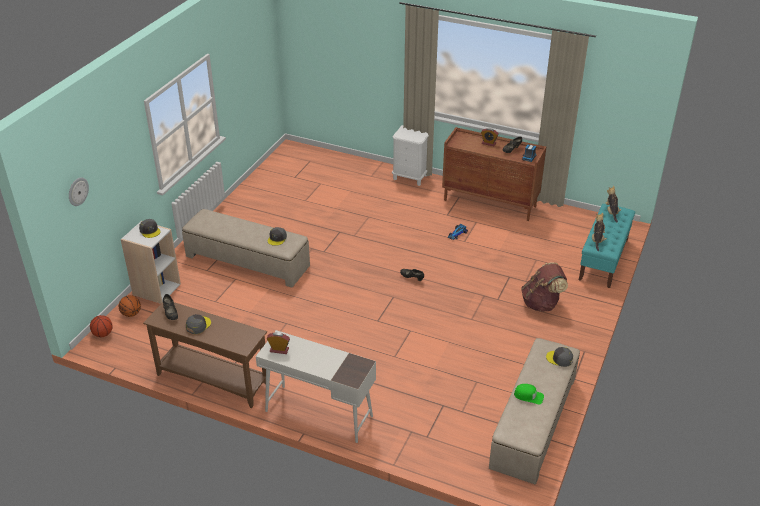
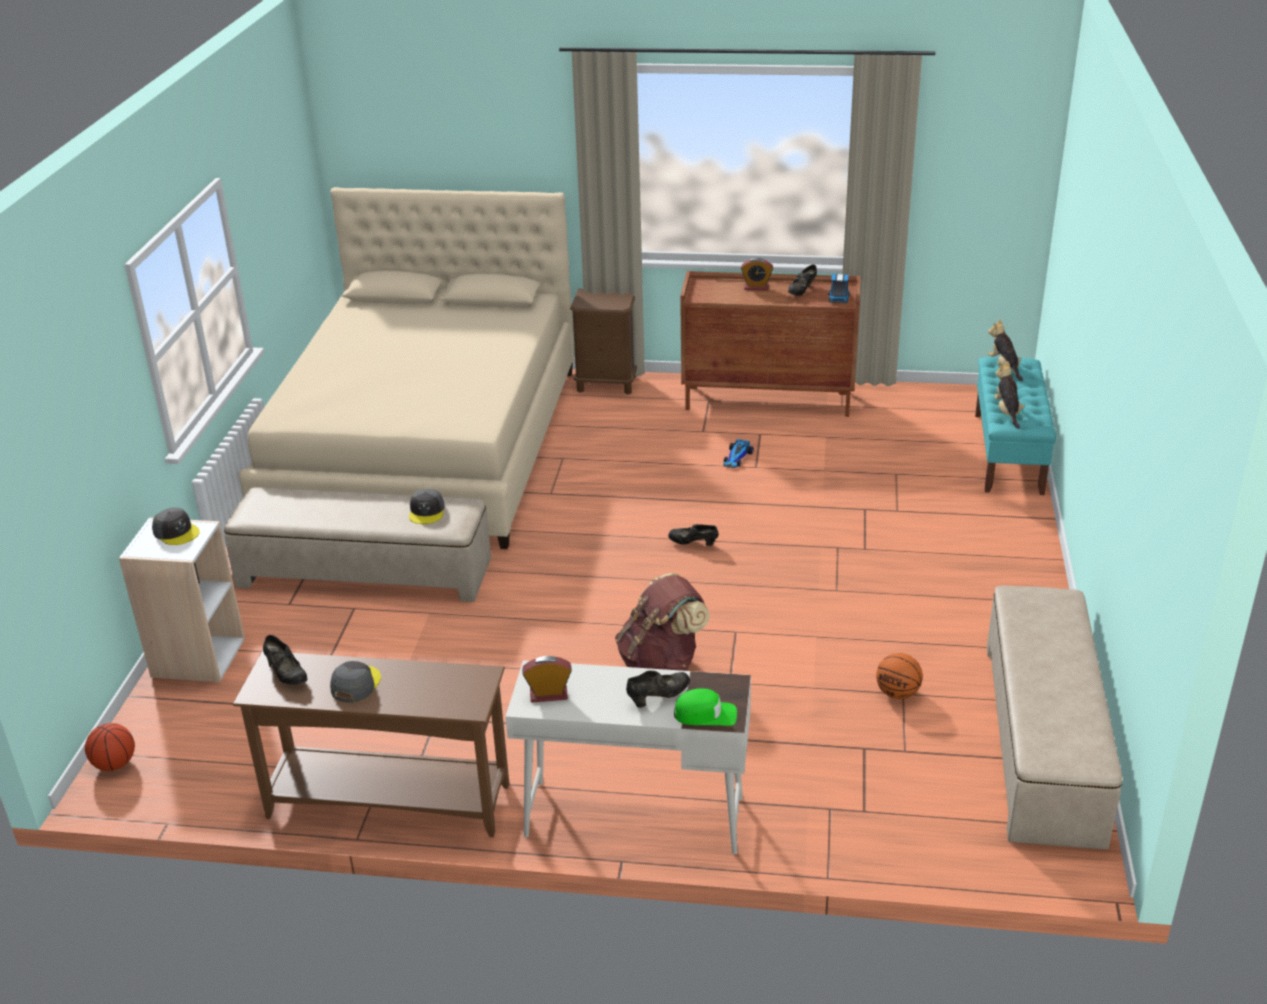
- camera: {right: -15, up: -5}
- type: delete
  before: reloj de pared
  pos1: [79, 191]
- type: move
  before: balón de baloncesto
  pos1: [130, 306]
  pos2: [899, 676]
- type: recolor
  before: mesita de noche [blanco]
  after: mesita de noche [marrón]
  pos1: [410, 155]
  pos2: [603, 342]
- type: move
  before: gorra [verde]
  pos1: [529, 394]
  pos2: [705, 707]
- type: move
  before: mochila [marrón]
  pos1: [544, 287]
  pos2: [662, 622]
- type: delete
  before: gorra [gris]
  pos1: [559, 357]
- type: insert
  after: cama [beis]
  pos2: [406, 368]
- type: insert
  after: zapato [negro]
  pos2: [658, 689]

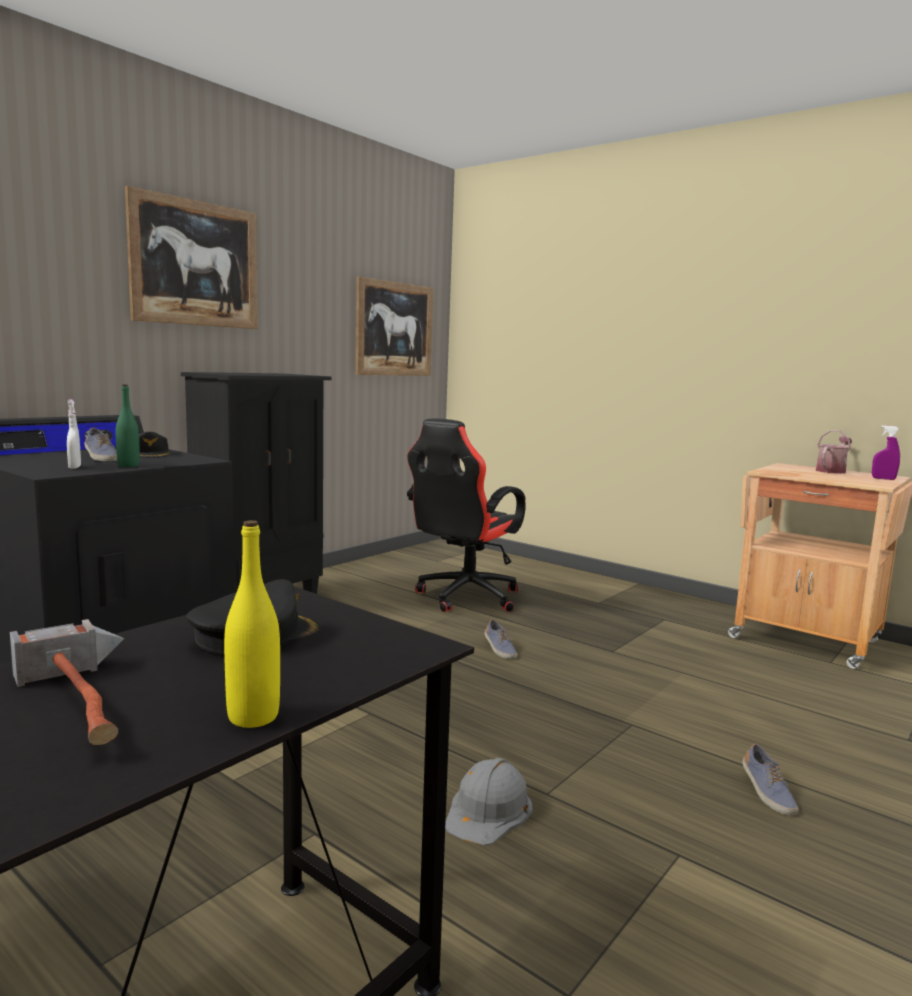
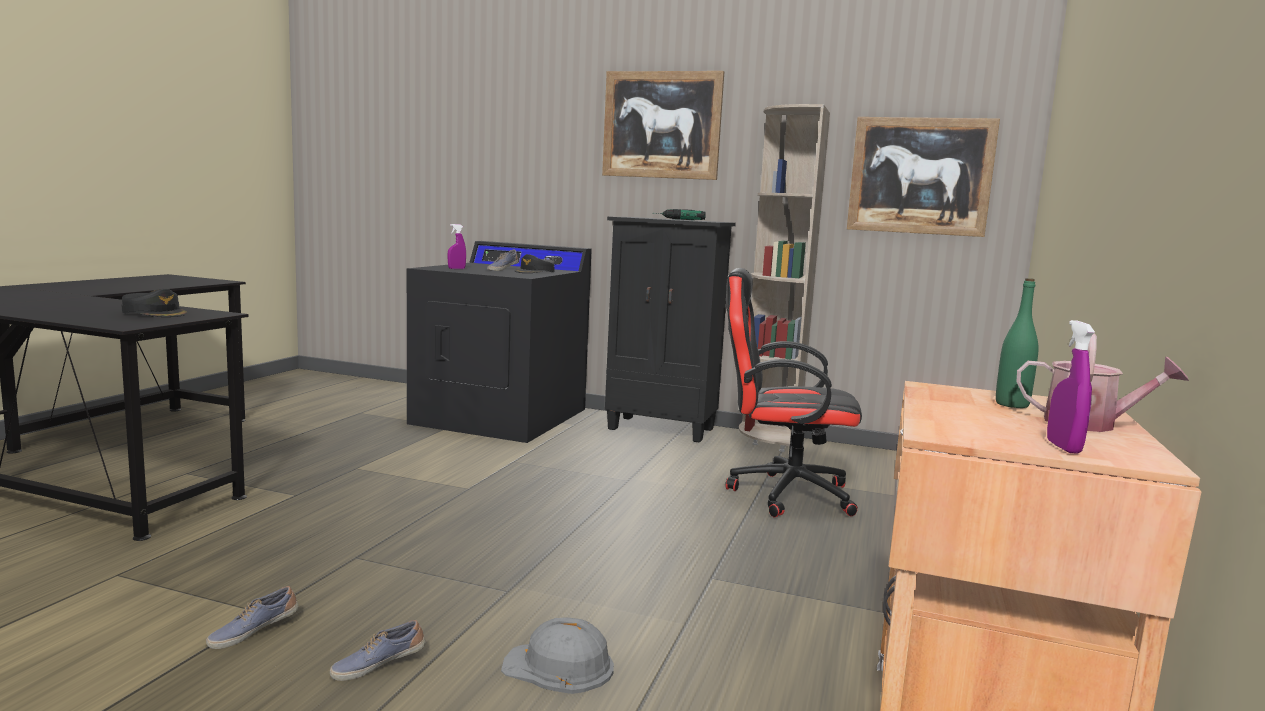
- camera: {right: 70, up: 0}
- type: delete
  before: martillo
  pos1: [67, 682]
- type: recolor
  before: pulverizador [blanco]
  after: pulverizador [morado]
  pos1: [74, 434]
  pos2: [457, 246]
- type: move
  before: botella [verde]
  pos1: [128, 426]
  pos2: [1017, 343]
- type: delete
  before: botella [amarillo]
  pos1: [252, 624]
- type: move
  before: casco [gris]
  pos1: [489, 802]
  pos2: [557, 655]
- type: move
  before: zapato
  pos1: [501, 639]
  pos2: [252, 617]
- type: insert
  after: taladro
  pos2: [680, 214]
- type: insert
  after: estantería [beis]
  pos2: [784, 278]

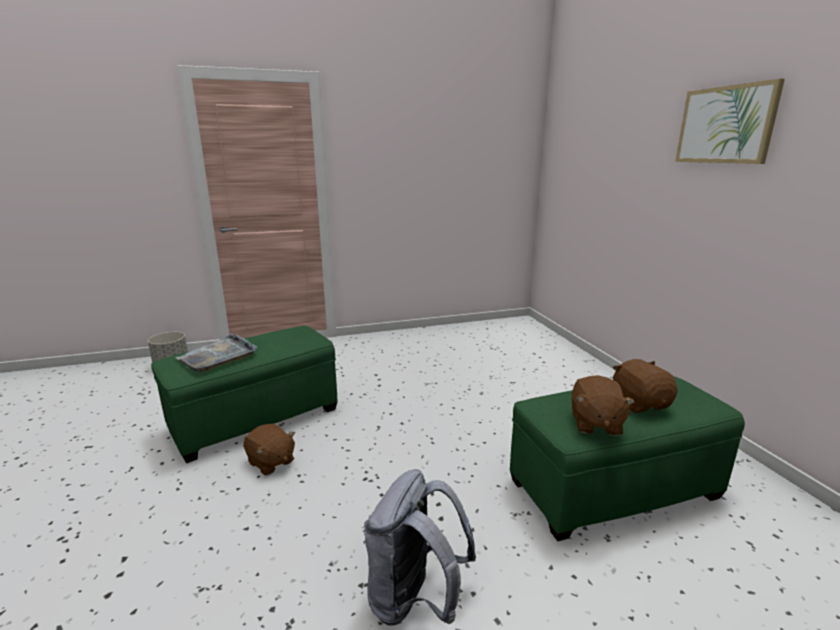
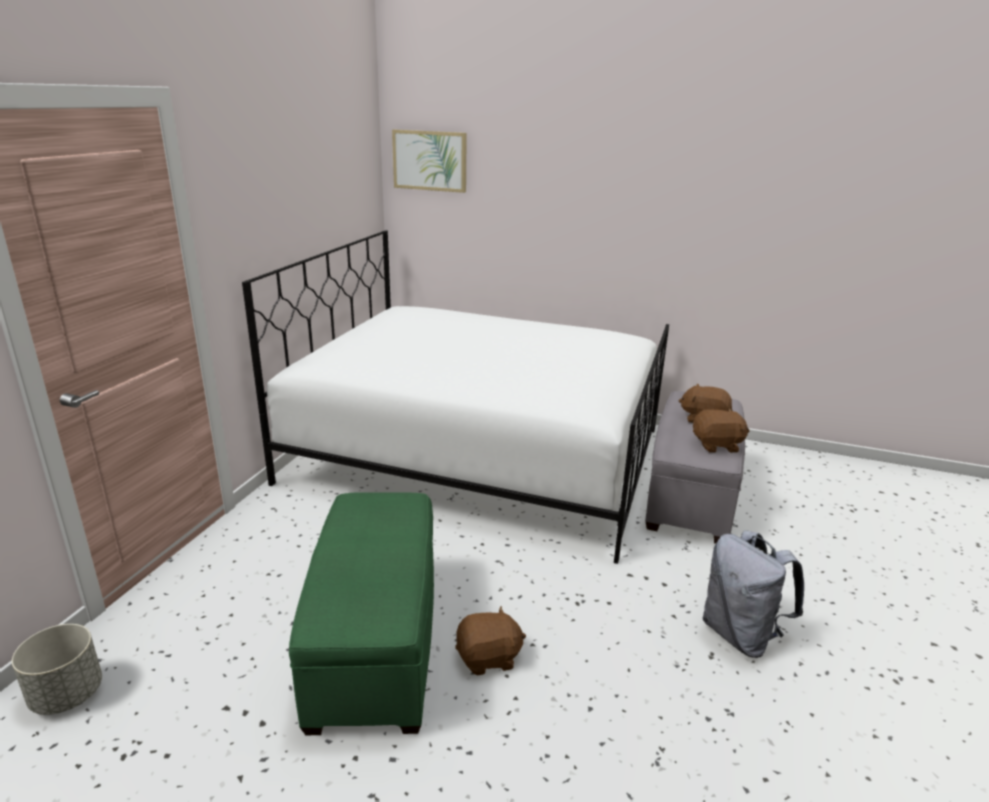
- camera: {right: -55, up: 5}
- type: delete
  before: bandeja [gris]
  pos1: [216, 353]
- type: recolor
  before: puf [verde]
  after: puf [gris]
  pos1: [627, 458]
  pos2: [695, 467]
- type: rotate
  before: peluche [marrón]
  pos1: [603, 405]
  pos2: [721, 430]
  turn: -45
- type: move
  before: cuadro
  pos1: [730, 121]
  pos2: [429, 161]
- type: insert
  after: cama [blanco]
  pos2: [455, 397]

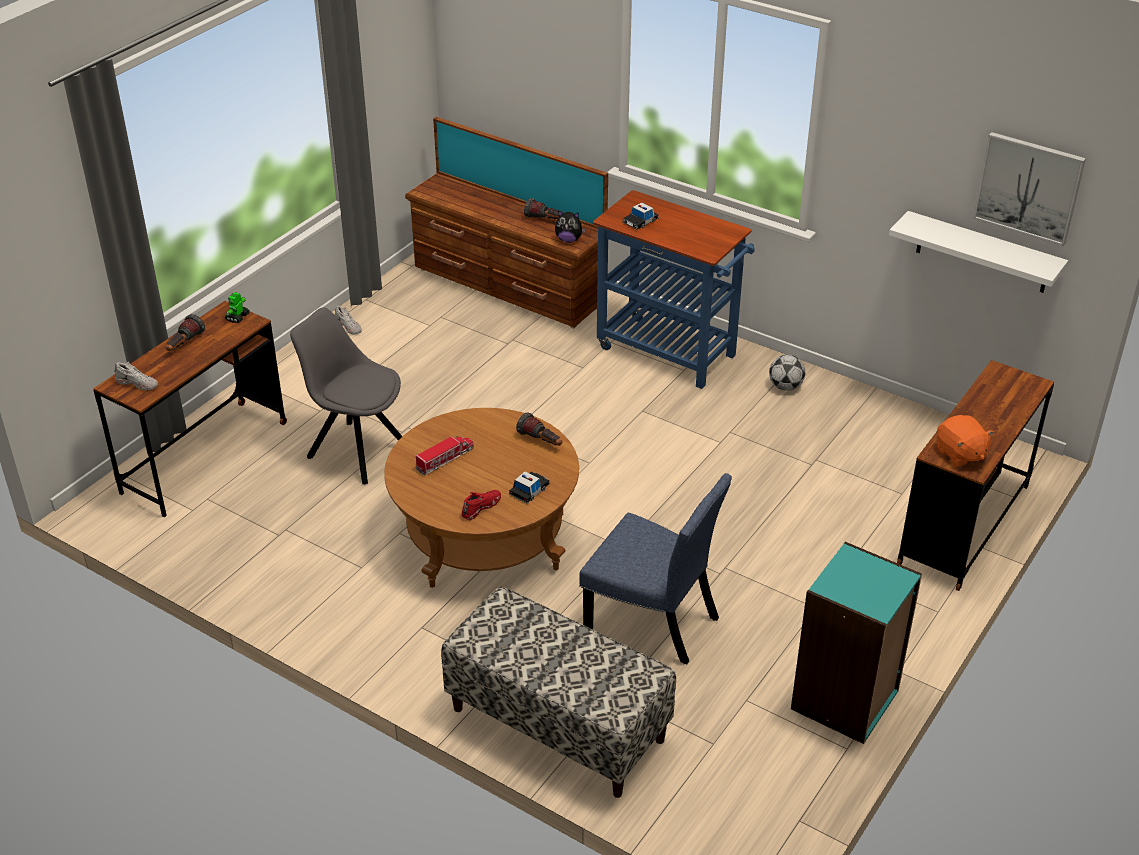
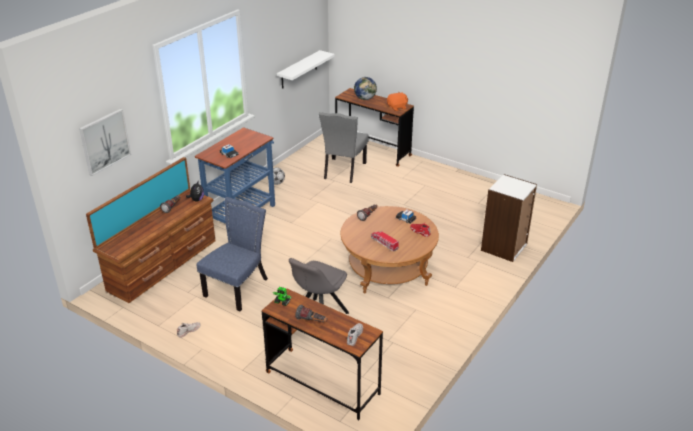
- camera: {right: -90, up: -5}
- type: replace
  before: banco
  after: estantería [blanco]
  pos1: [558, 692]
  pos2: [509, 218]
- type: move
  before: silla [azul]
  pos1: [655, 568]
  pos2: [232, 254]
- type: delete
  before: estantería [turquesa]
  pos1: [856, 643]
- type: move
  before: cuadro
  pos1: [1029, 189]
  pos2: [105, 142]
- type: insert
  after: silla [gris]
  pos2: [344, 147]
- type: insert
  after: globo terráqueo
  pos2: [365, 88]

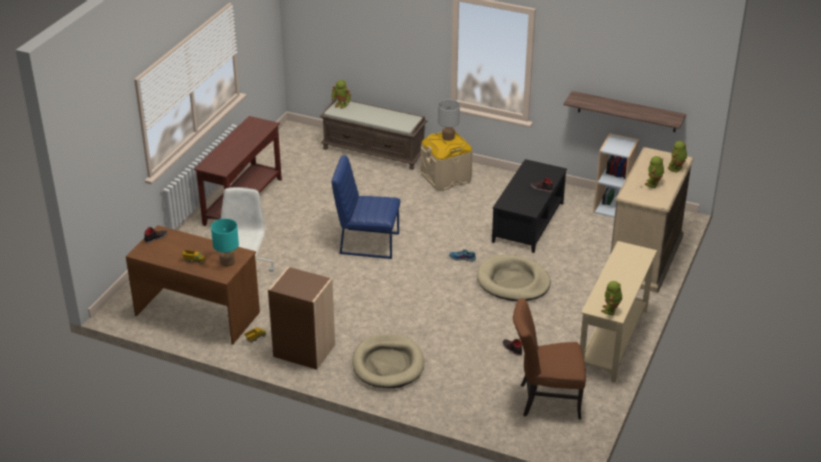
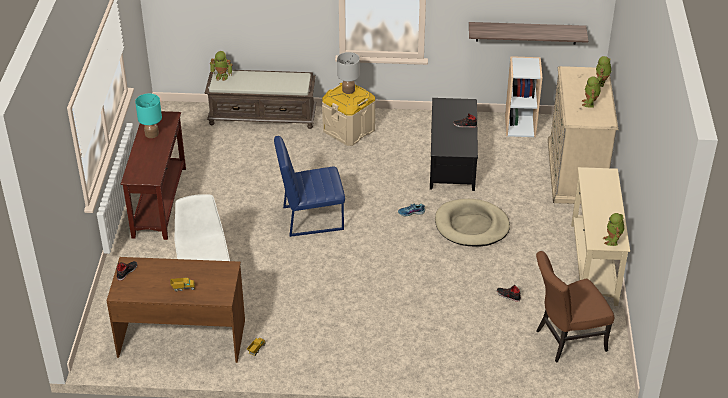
- camera: {right: -20, up: 5}
- type: move
  before: lámpara de mesa [turquesa]
  pos1: [225, 243]
  pos2: [148, 116]
- type: delete
  before: estantería [marrón]
  pos1: [301, 318]
- type: delete
  before: cama para perro [beis]
  pos1: [388, 361]

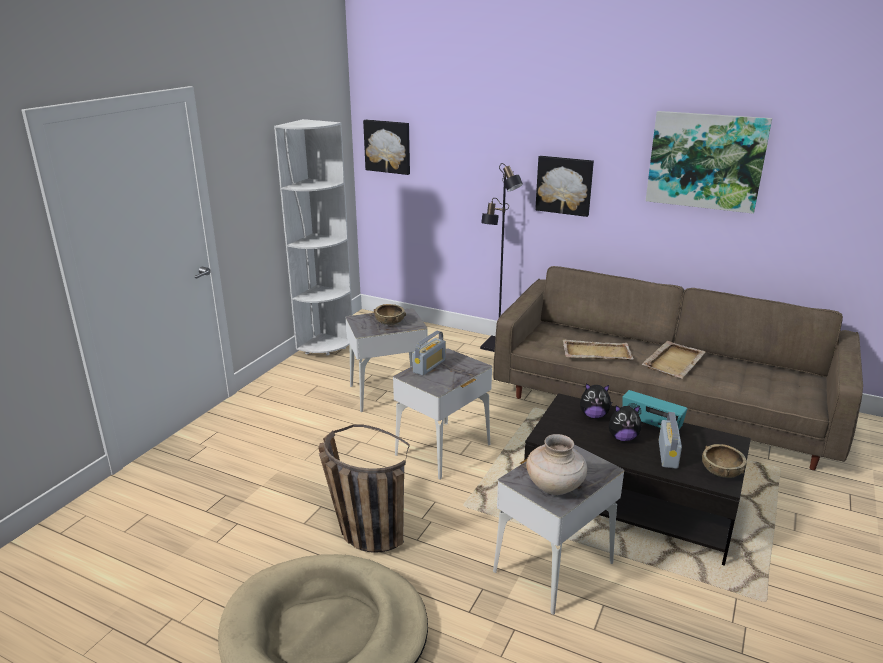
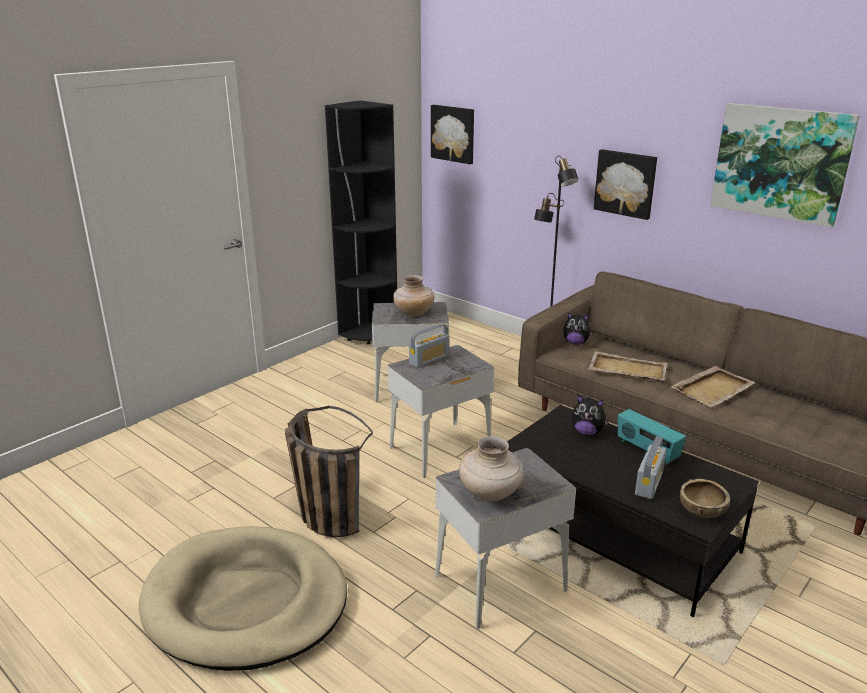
- camera: {right: 15, up: 0}
- type: recolor
  before: estantería [blanco]
  after: estantería [negro]
  pos1: [313, 237]
  pos2: [361, 222]
- type: replace
  before: cuenco [marrón]
  after: florero [beis]
  pos1: [390, 314]
  pos2: [414, 295]
- type: move
  before: peluche
  pos1: [625, 423]
  pos2: [578, 328]

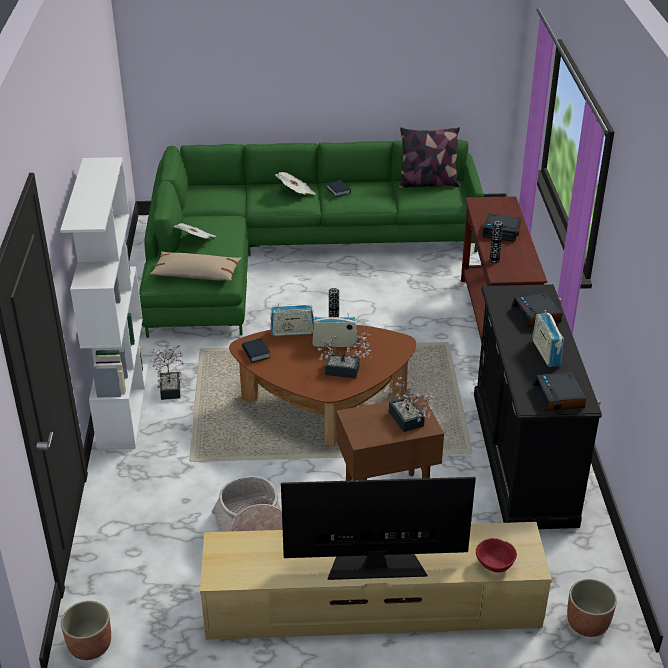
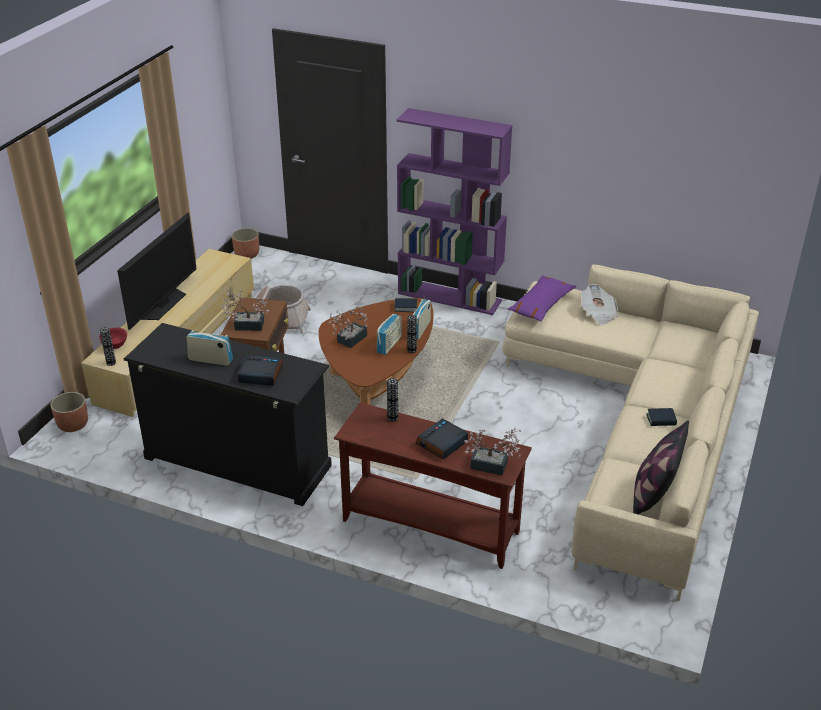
- camera: {right: 115, up: 0}
- type: recolor
  before: estantería [blanco]
  after: estantería [morado]
  pos1: [104, 303]
  pos2: [454, 211]
- type: recolor
  before: sofá [verde]
  after: sofá [beis]
  pos1: [311, 239]
  pos2: [631, 433]
- type: recolor
  before: cojín [beis]
  after: cojín [morado]
  pos1: [196, 266]
  pos2: [542, 298]
- type: move
  before: planta en maceta
  pos1: [167, 372]
  pos2: [493, 452]
- type: delete
  before: periódico
  pos1: [295, 183]
- type: delete
  before: despertador
  pos1: [559, 392]
- type: insert
  after: florero
  pos2: [108, 346]

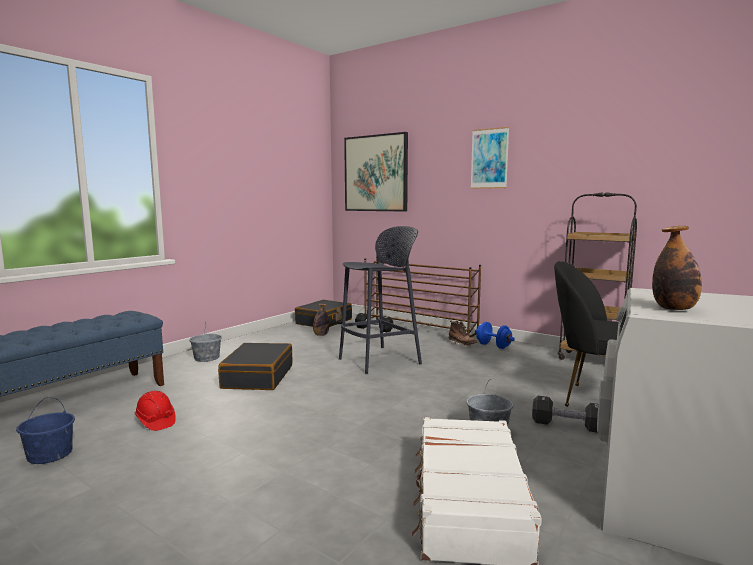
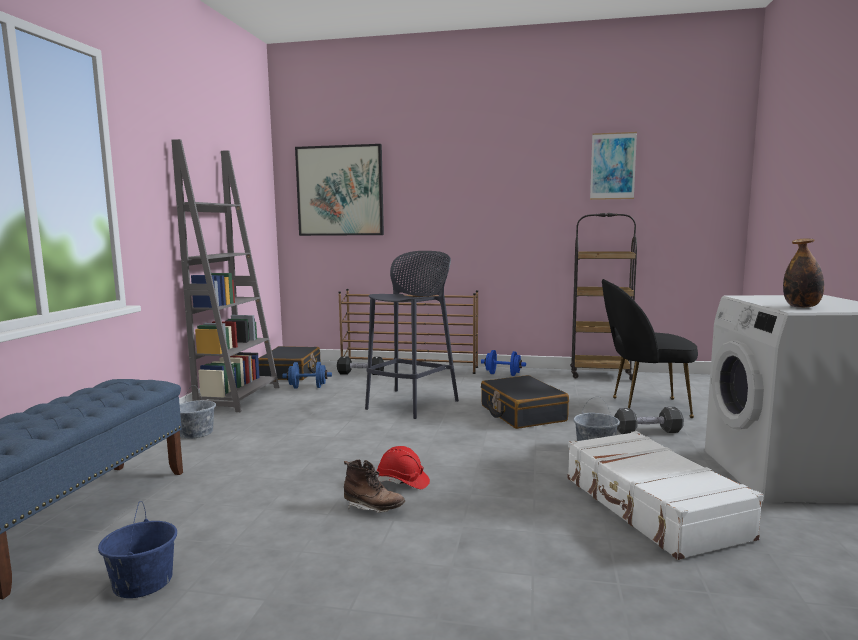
- camera: {right: -25, up: 0}
- type: move
  before: casco [rojo]
  pos1: [155, 411]
  pos2: [403, 467]
- type: move
  before: maleta [negro]
  pos1: [255, 366]
  pos2: [525, 402]
- type: replace
  before: botella
  after: mancuerna [azul]
  pos1: [321, 320]
  pos2: [307, 375]
- type: move
  before: bota [marrón]
  pos1: [463, 333]
  pos2: [374, 486]
- type: move
  before: cuadro
  pos1: [489, 158]
  pos2: [613, 166]
- type: insert
  after: estantería [gris]
  pos2: [225, 275]

